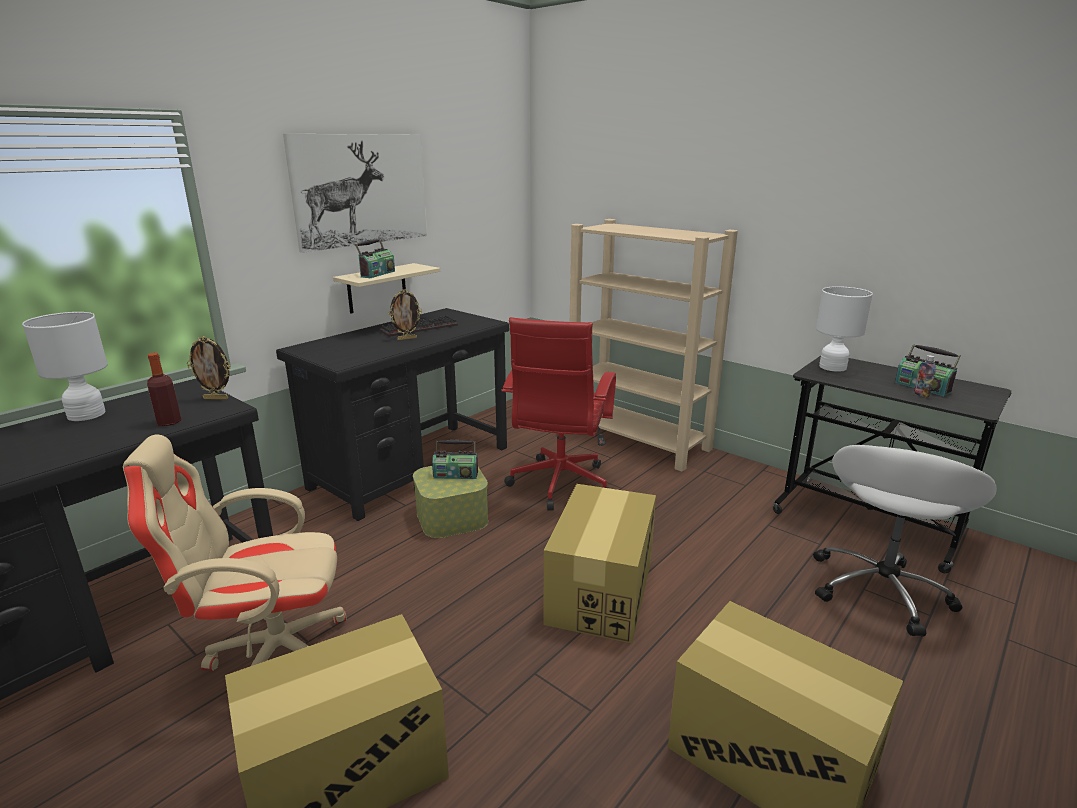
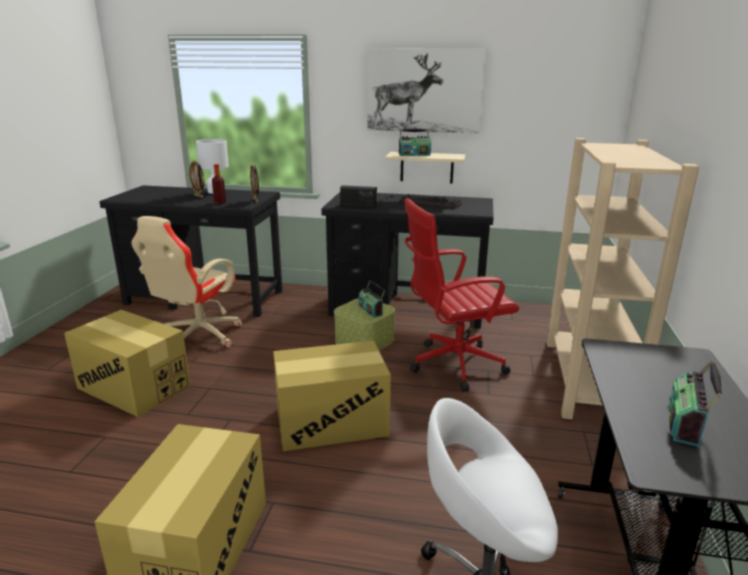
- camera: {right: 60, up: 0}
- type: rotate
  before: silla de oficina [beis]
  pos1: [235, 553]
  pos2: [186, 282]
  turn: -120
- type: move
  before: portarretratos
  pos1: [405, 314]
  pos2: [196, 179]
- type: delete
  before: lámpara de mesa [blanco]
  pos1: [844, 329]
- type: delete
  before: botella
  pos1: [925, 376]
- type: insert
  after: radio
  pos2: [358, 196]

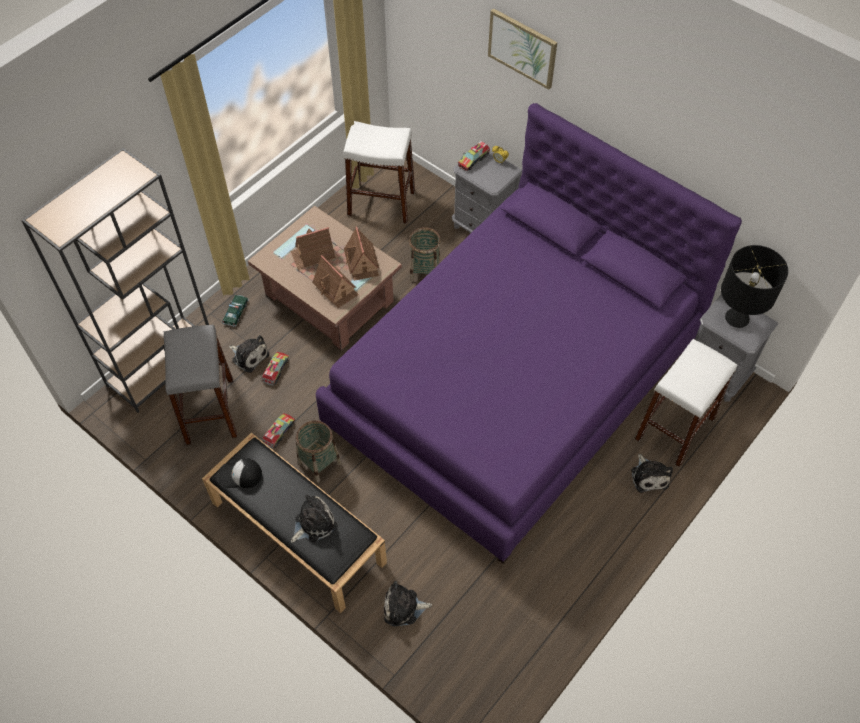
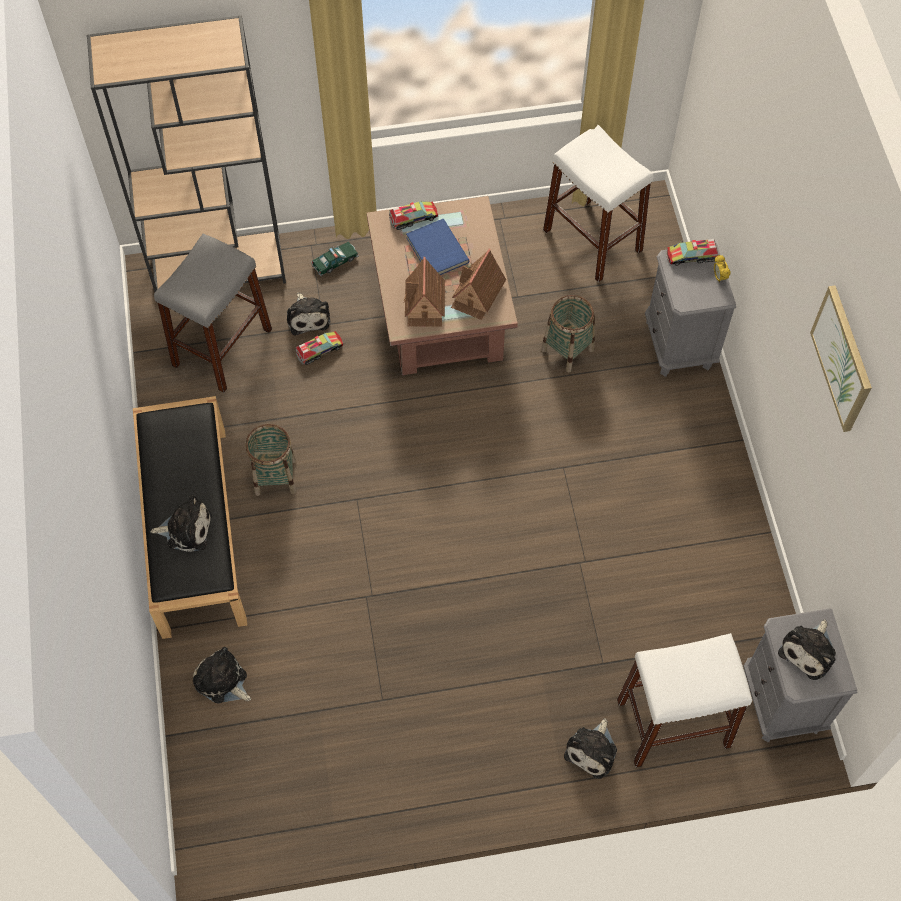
- camera: {right: 40, up: 5}
- type: delete
  before: gorra
  pos1: [240, 473]
- type: move
  before: camión de juguete
  pos1: [278, 431]
  pos2: [413, 215]
- type: replace
  before: casita
  after: libro [azul]
  pos1: [313, 248]
  pos2: [437, 247]
- type: delete
  before: cama [morado]
  pos1: [528, 333]
- type: move
  before: cuadro
  pos1: [522, 49]
  pos2: [841, 358]
- type: replace
  before: lámpara de mesa [negro]
  after: peluche
  pos1: [754, 286]
  pos2: [807, 649]

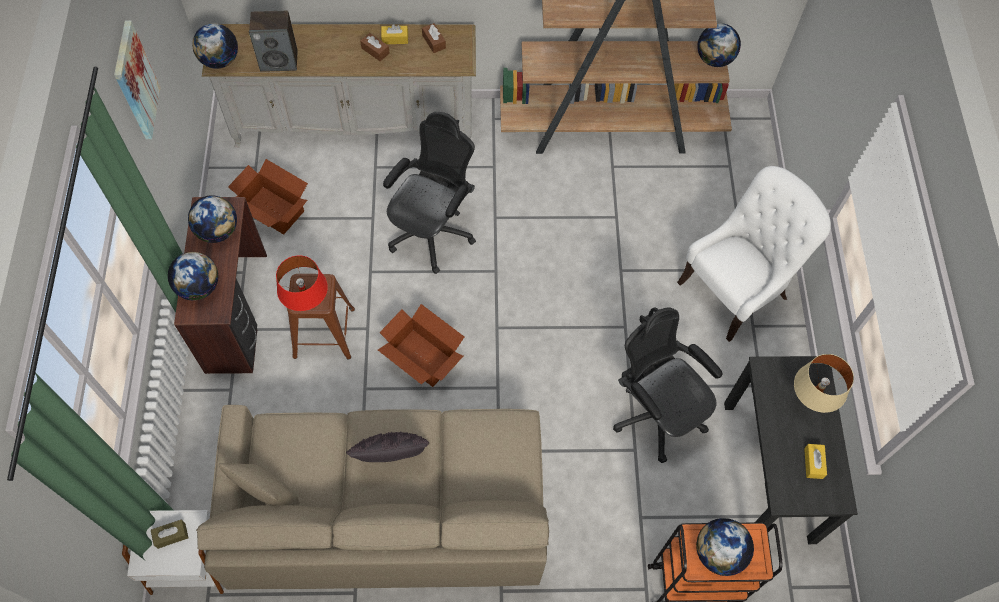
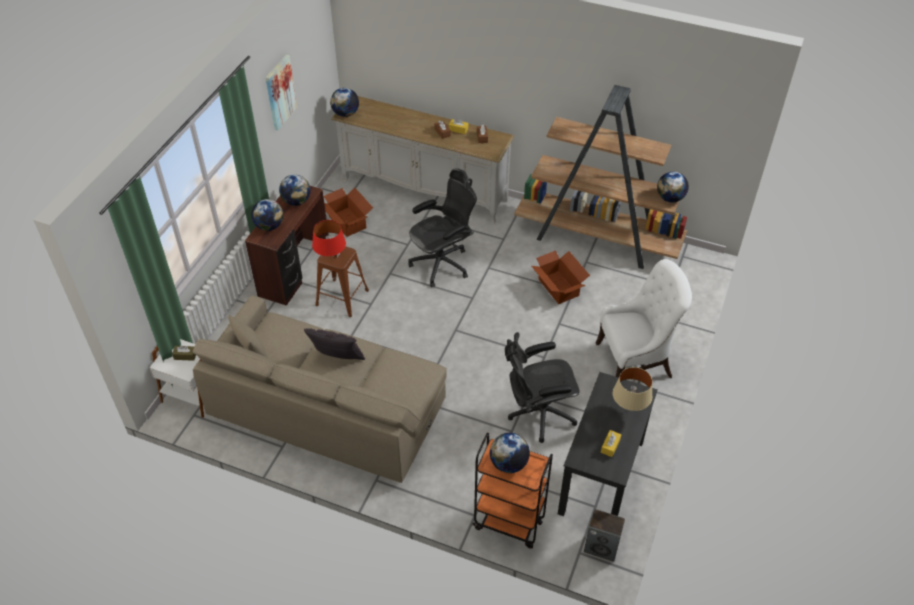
- camera: {right: 25, up: -15}
- type: move
  before: altavoz
  pos1: [273, 41]
  pos2: [604, 535]
- type: move
  before: caja de cartón
  pos1: [421, 345]
  pos2: [561, 277]
- type: rotate
  before: silla de oficina
  pos1: [668, 385]
  pos2: [542, 387]
  turn: -90

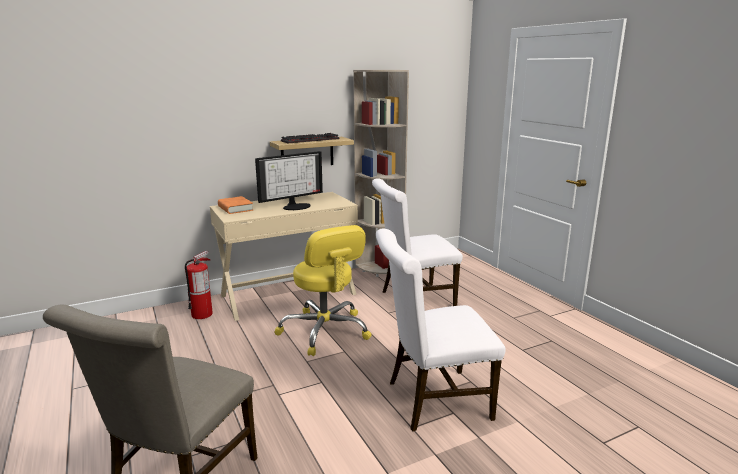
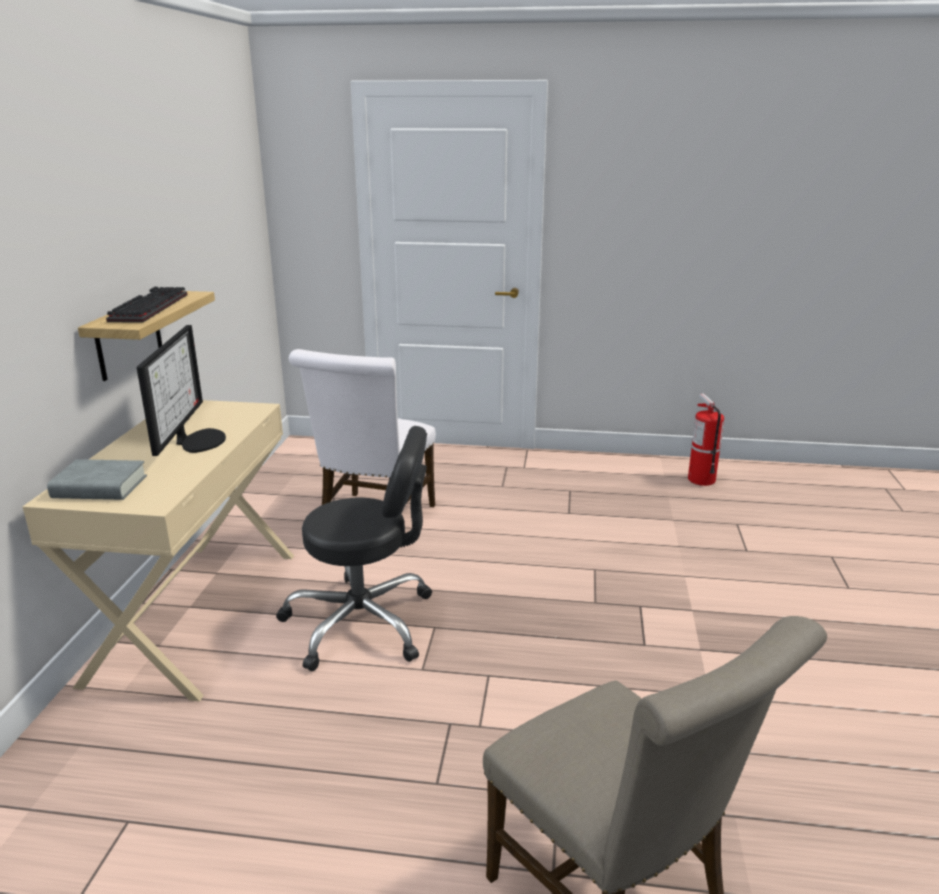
- camera: {right: -55, up: 5}
- type: move
  before: extintor
  pos1: [199, 285]
  pos2: [706, 439]
- type: recolor
  before: libro [naranja]
  after: libro [gris]
  pos1: [236, 205]
  pos2: [97, 479]
- type: recolor
  before: silla de oficina [amarillo]
  after: silla de oficina [negro]
  pos1: [323, 290]
  pos2: [354, 548]
- type: delete
  before: estantería [beis]
  pos1: [381, 173]
- type: delete
  before: silla [blanco]
  pos1: [441, 330]

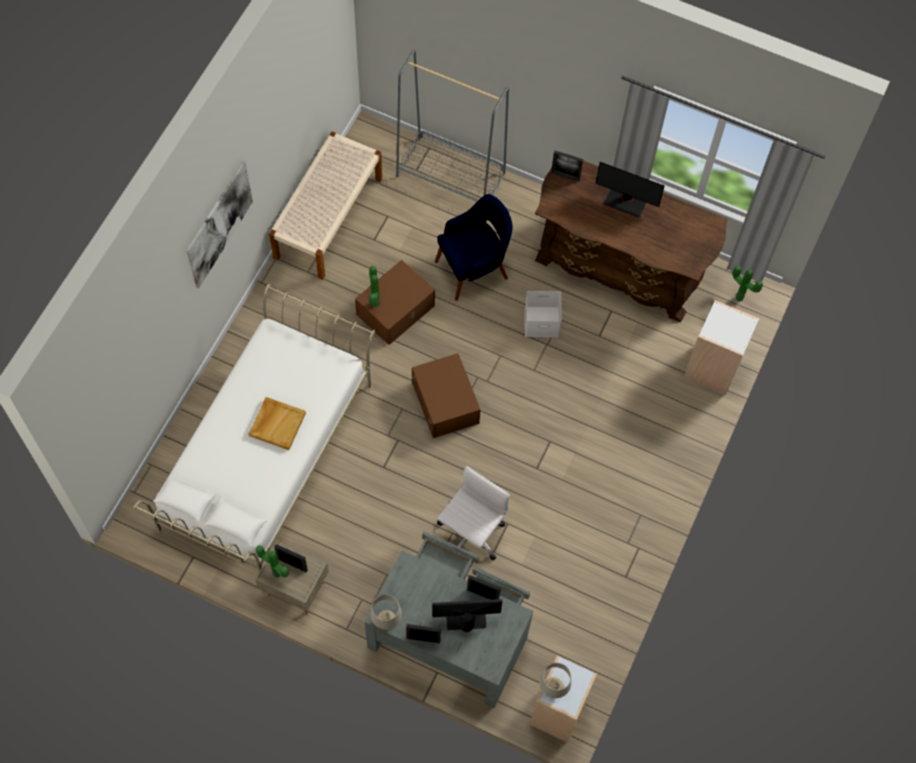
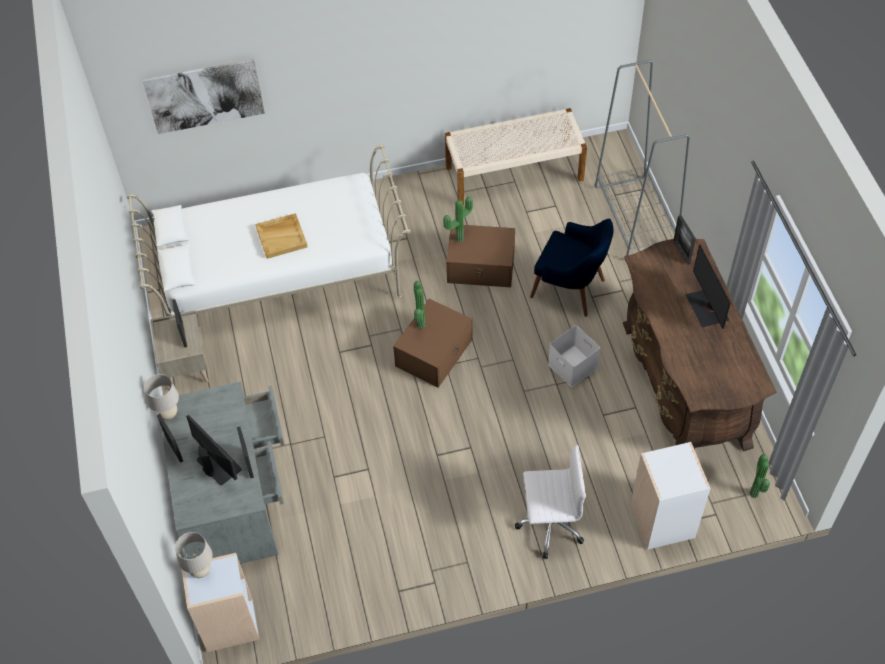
- camera: {right: 55, up: -10}
- type: move
  before: cuadro
  pos1: [219, 224]
  pos2: [204, 96]
- type: move
  before: planta en maceta
  pos1: [272, 561]
  pos2: [419, 305]
- type: move
  before: silla de oficina [blanco]
  pos1: [473, 513]
  pos2: [550, 502]

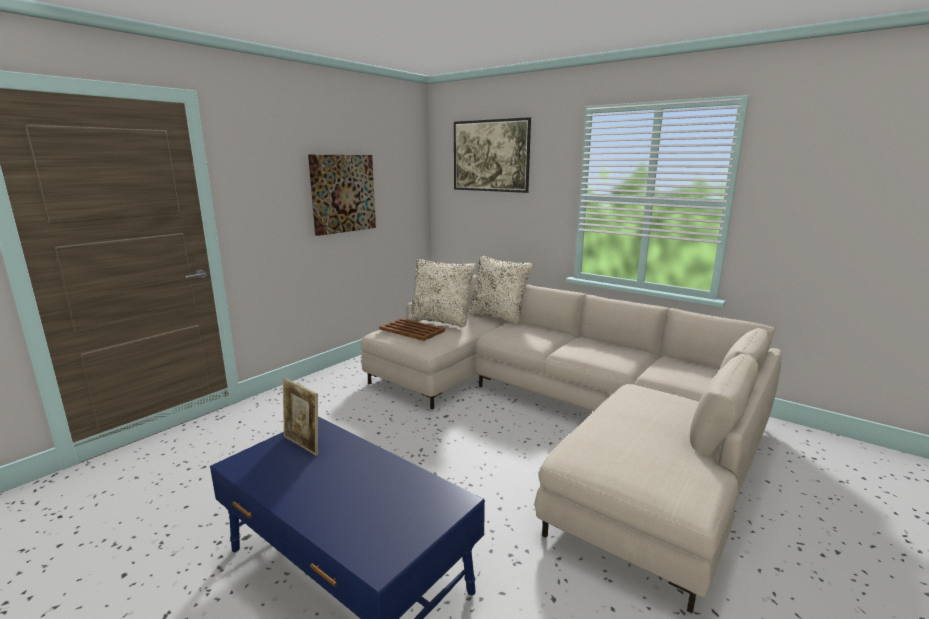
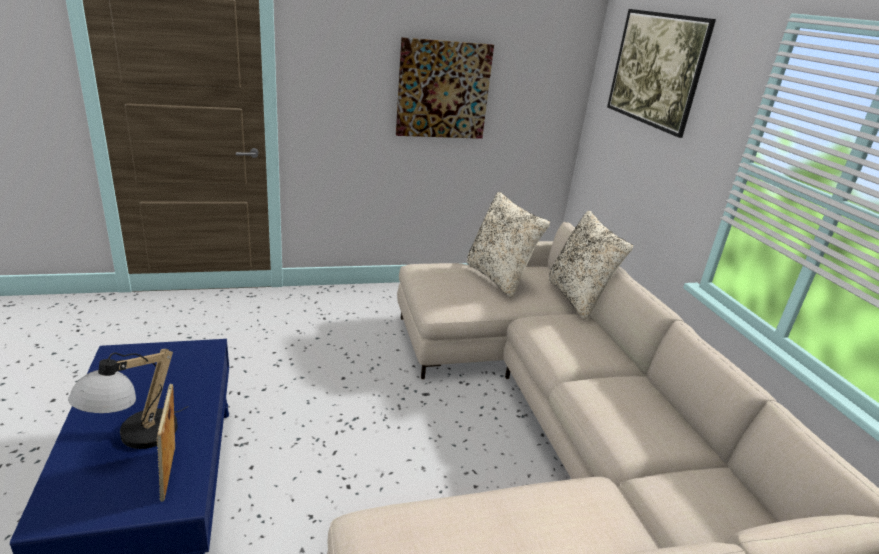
- camera: {right: 35, up: 10}
- type: move
  before: portarretratos
  pos1: [300, 417]
  pos2: [165, 443]
- type: delete
  before: bandeja [marrón]
  pos1: [412, 329]
- type: insert
  after: lámpara de mesa
  pos2: [128, 399]

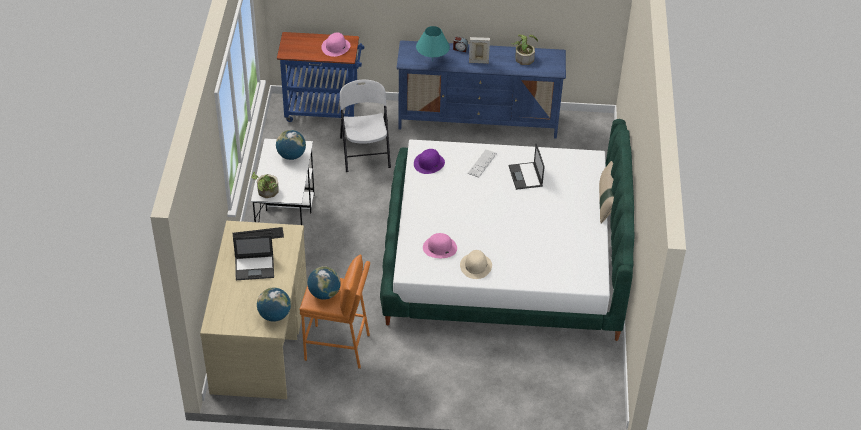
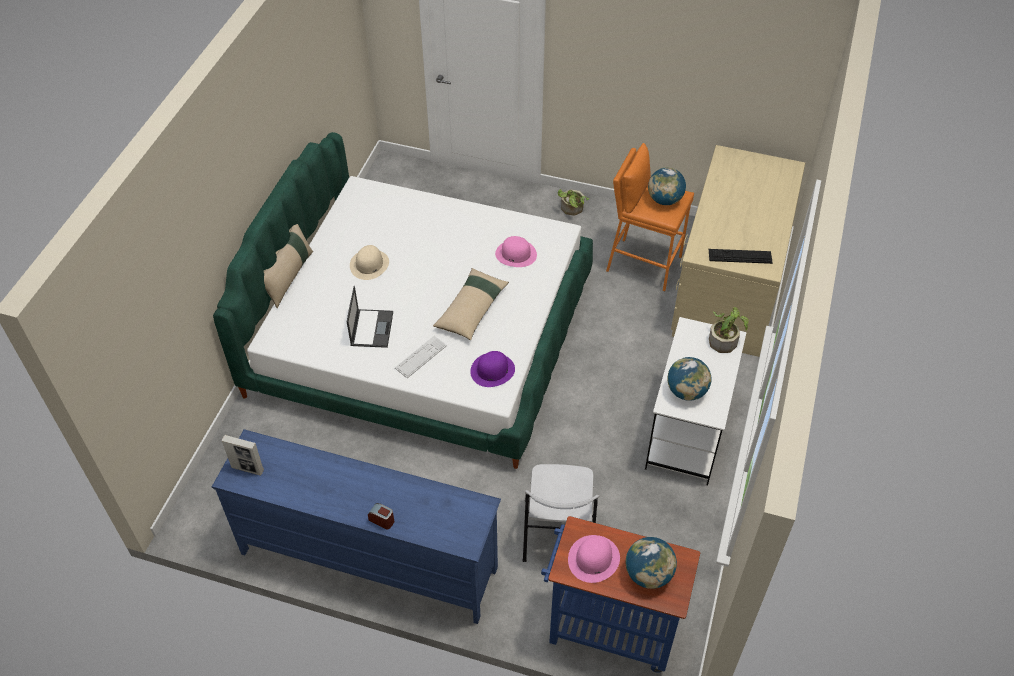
- camera: {right: -165, up: 5}
- type: delete
  before: portátil
  pos1: [253, 257]
- type: move
  before: globo terráqueo
  pos1: [274, 305]
  pos2: [651, 563]
- type: delete
  before: lámpara de mesa [turquesa]
  pos1: [433, 43]
- type: move
  before: sombrero [beis]
  pos1: [476, 264]
  pos2: [369, 262]
- type: move
  before: portarretratos
  pos1: [479, 50]
  pos2: [243, 455]
- type: move
  before: planta en maceta
  pos1: [524, 49]
  pos2: [573, 202]
- type: insert
  after: cojín [beis]
  pos2: [471, 304]

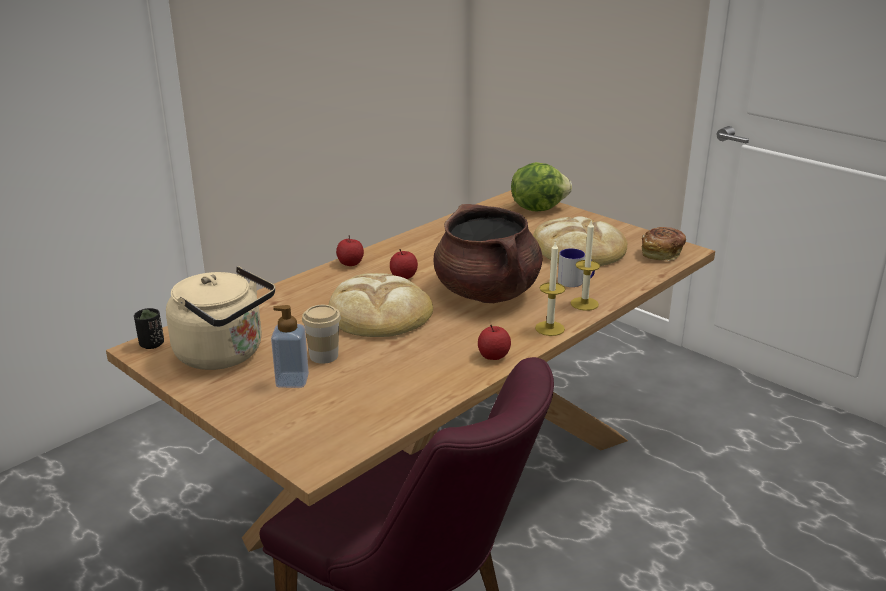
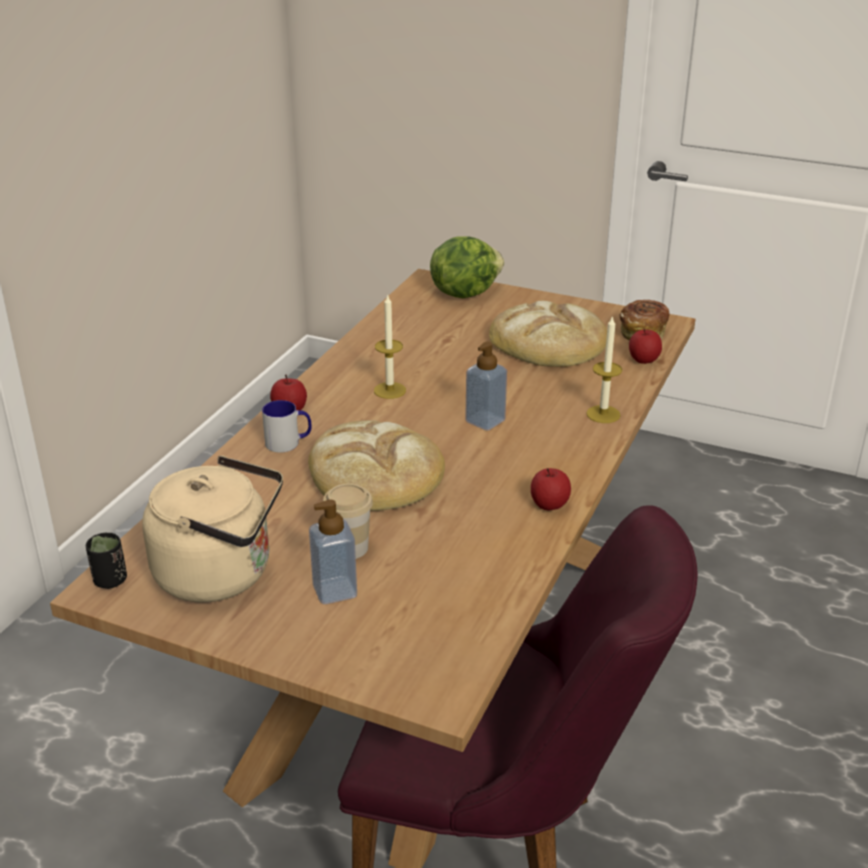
- camera: {right: -20, up: 5}
- type: move
  before: manzana
  pos1: [404, 264]
  pos2: [645, 346]
- type: replace
  before: olla [marrón]
  after: dispensador de jabón
  pos1: [488, 253]
  pos2: [486, 386]
- type: move
  before: vela
  pos1: [550, 288]
  pos2: [390, 347]
- type: move
  before: taza grande
  pos1: [576, 267]
  pos2: [287, 426]

